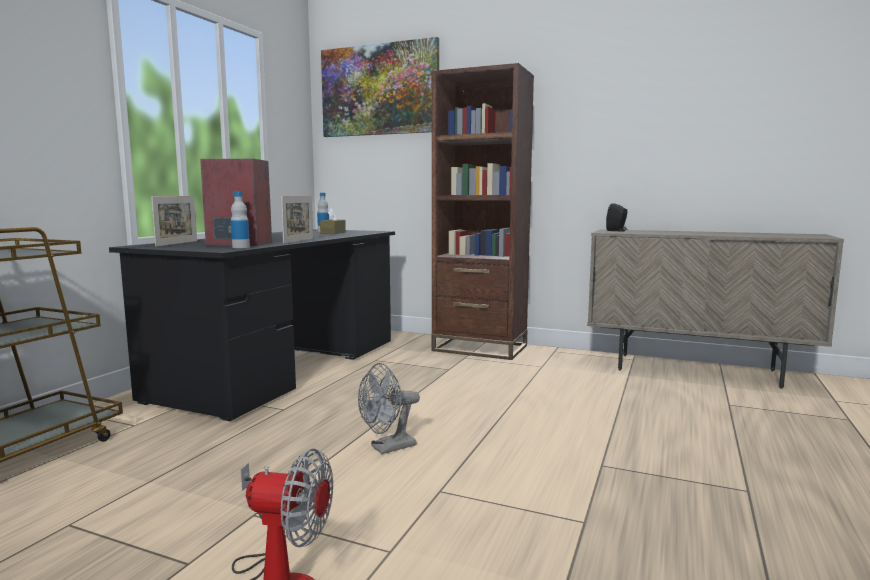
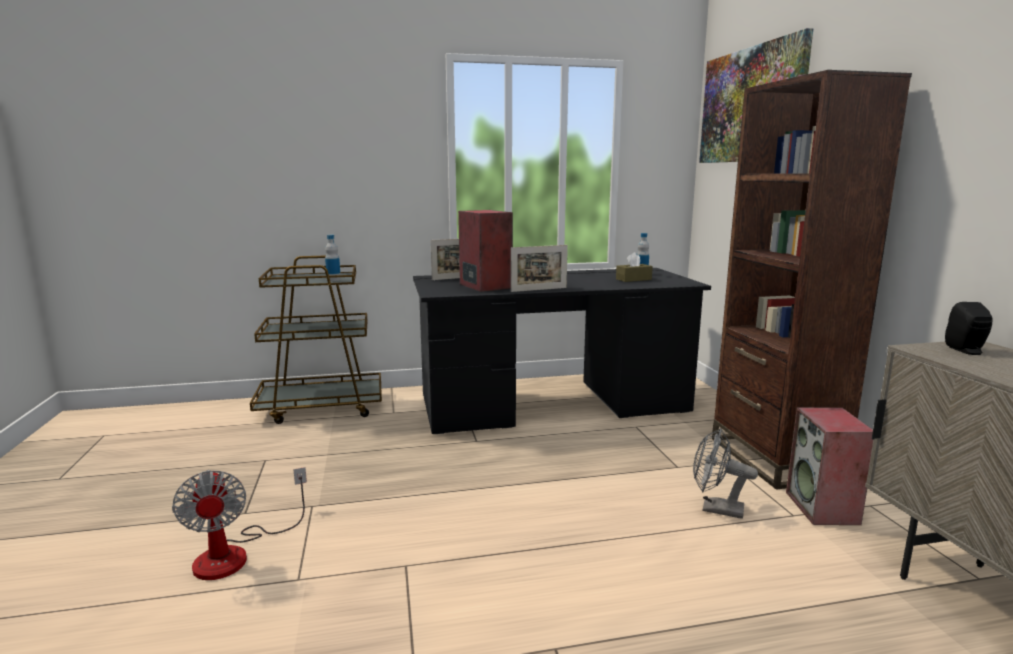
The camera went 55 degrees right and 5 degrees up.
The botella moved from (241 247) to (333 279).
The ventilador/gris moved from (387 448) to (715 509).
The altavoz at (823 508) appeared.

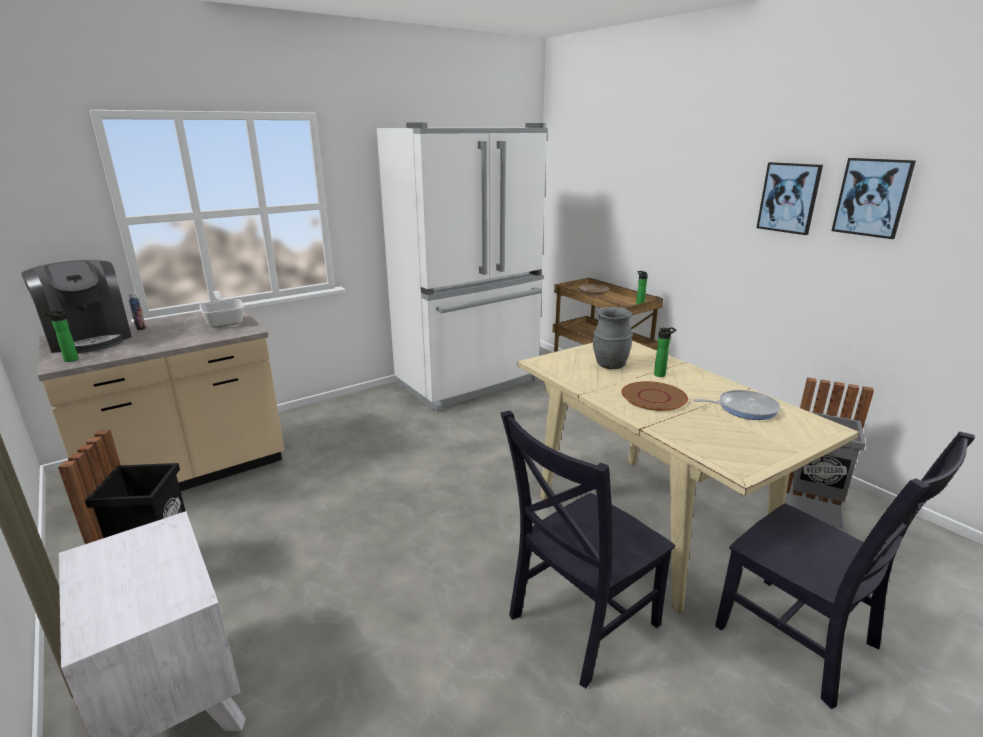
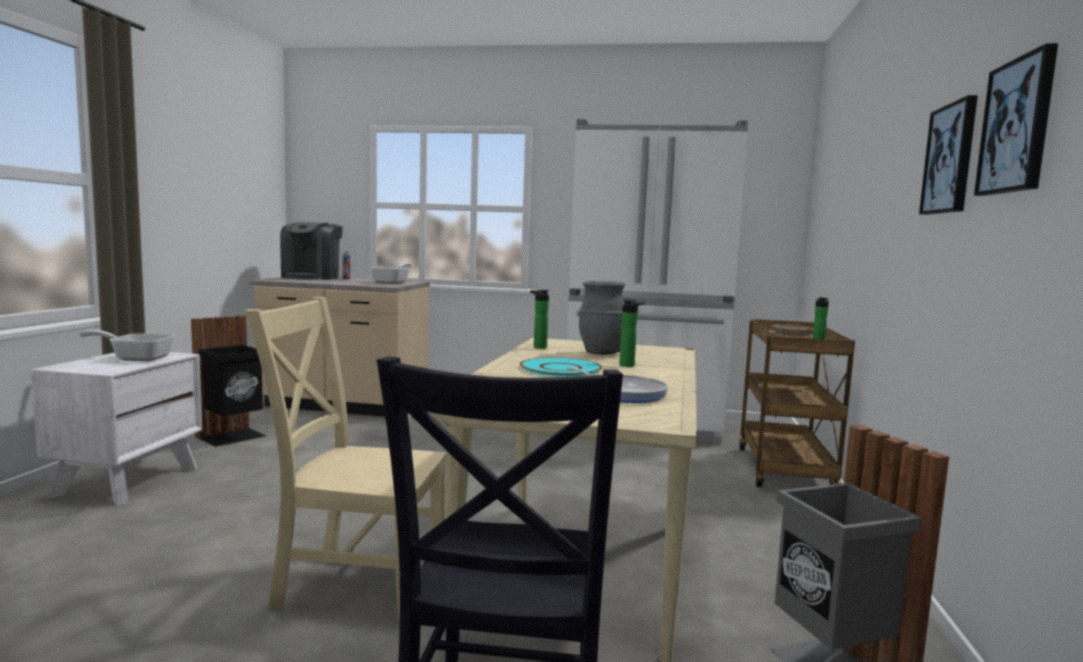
The camera went 45 degrees right and 15 degrees down.
The sartén at (136 358) appeared.
The silla/negro at (579 623) became the silla/beis at (355 580).
The plato/marrón at (653 397) became the plato/turquesa at (561 369).
The botella moved from (69 360) to (538 347).

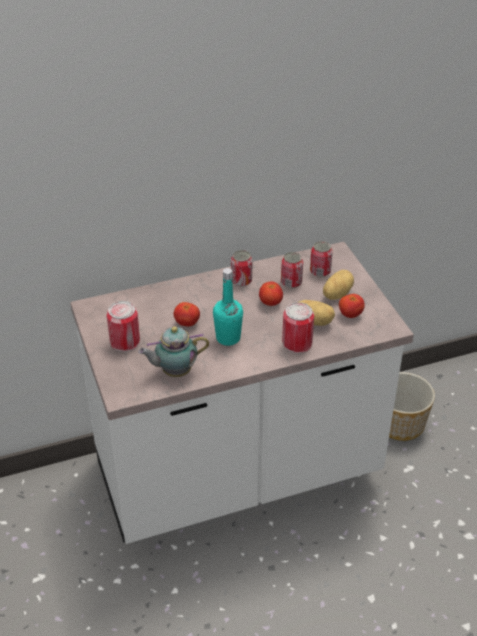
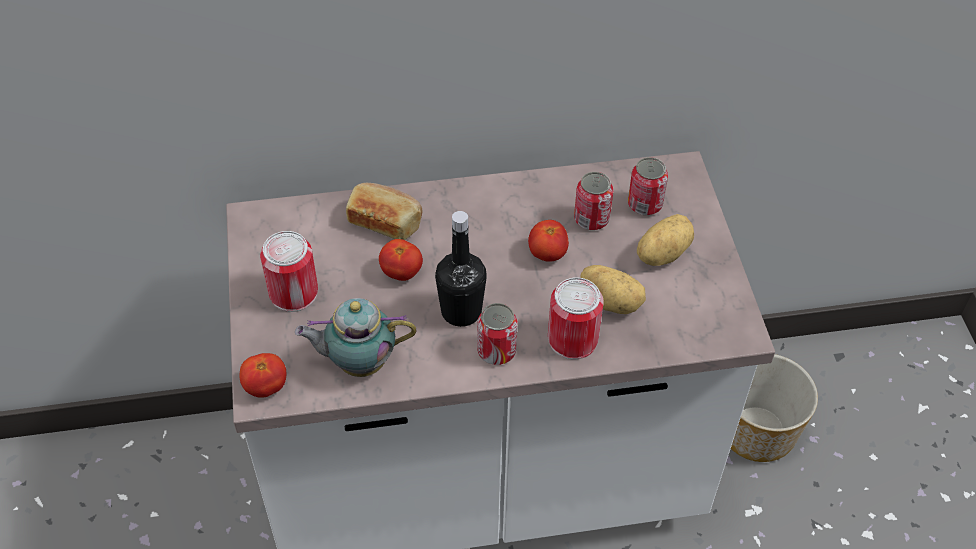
The camera went 10 degrees right and 10 degrees up.
The tomate moved from (350 314) to (266 387).
The pan at (385 221) appeared.
The botella/turquesa at (228 338) became the botella/negro at (461 311).
The lata moved from (241 280) to (496 351).

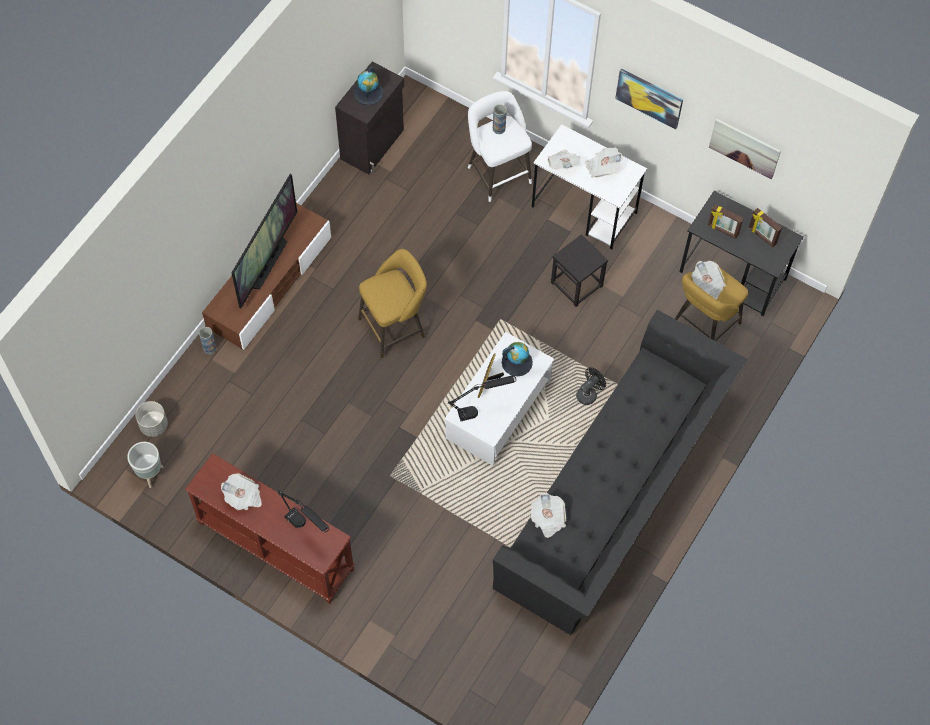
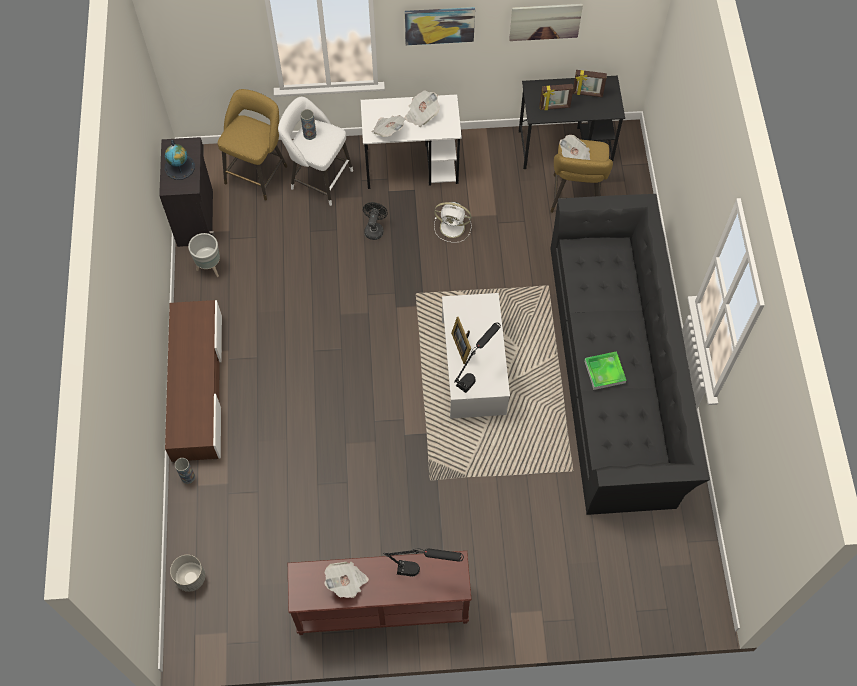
The camera went 35 degrees left and 0 degrees up.
The maceta/gris moved from (150 474) to (210 268).
The taburete/amarillo moved from (395 326) to (258 172).
The ventilador/negro moved from (589 393) to (374 229).
The taburete/negro at (577 284) was replaced by the ventilador/blanco at (453 227).
The bandeja at (604 372) appeared.
The televisor at (267 263) disappeared.
The globo terráqueo at (517 362) disappeared.
The periódico at (548 519) disappeared.

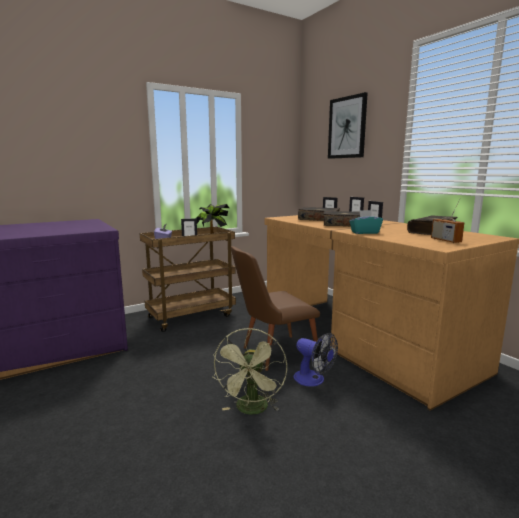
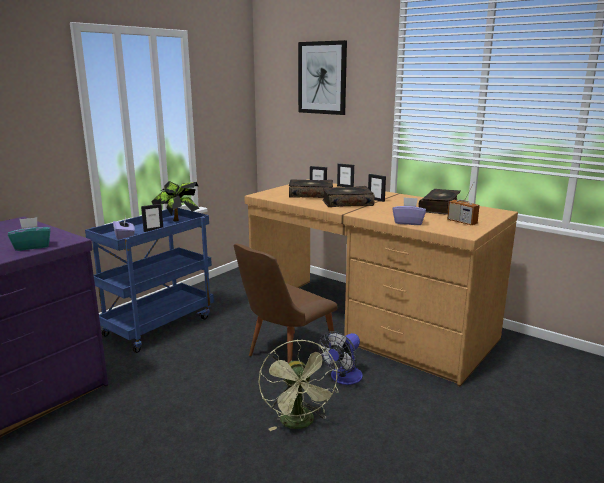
The camera went 20 degrees left and 5 degrees up.
The caja de pañuelos/turquesa moved from (364 232) to (32 246).
The carrito/marrón at (191 316) became the carrito/azul at (159 325).
The ventilador at (313 380) turned 105 degrees clockwise.
The caja de pañuelos/morado at (408 222) appeared.

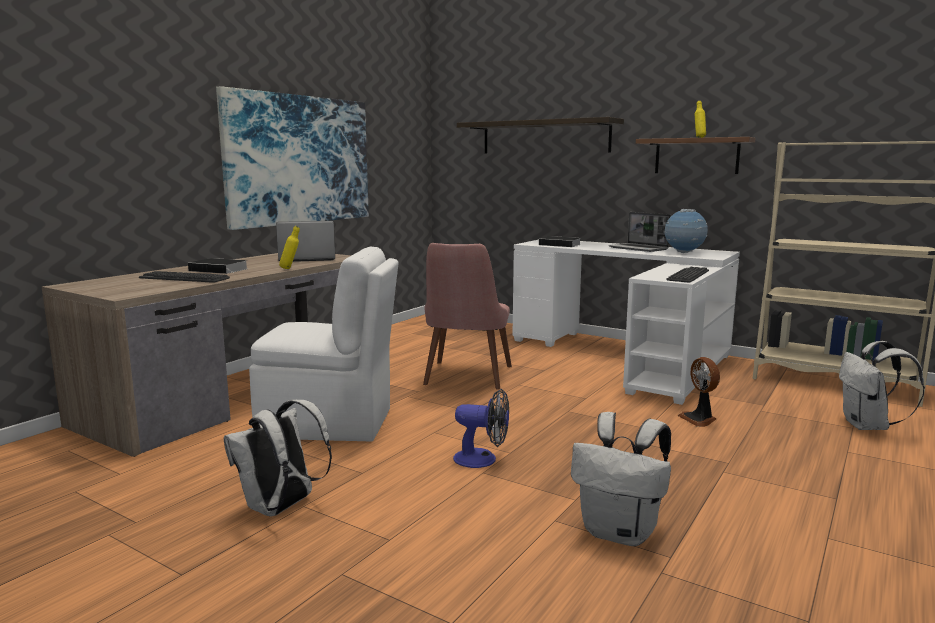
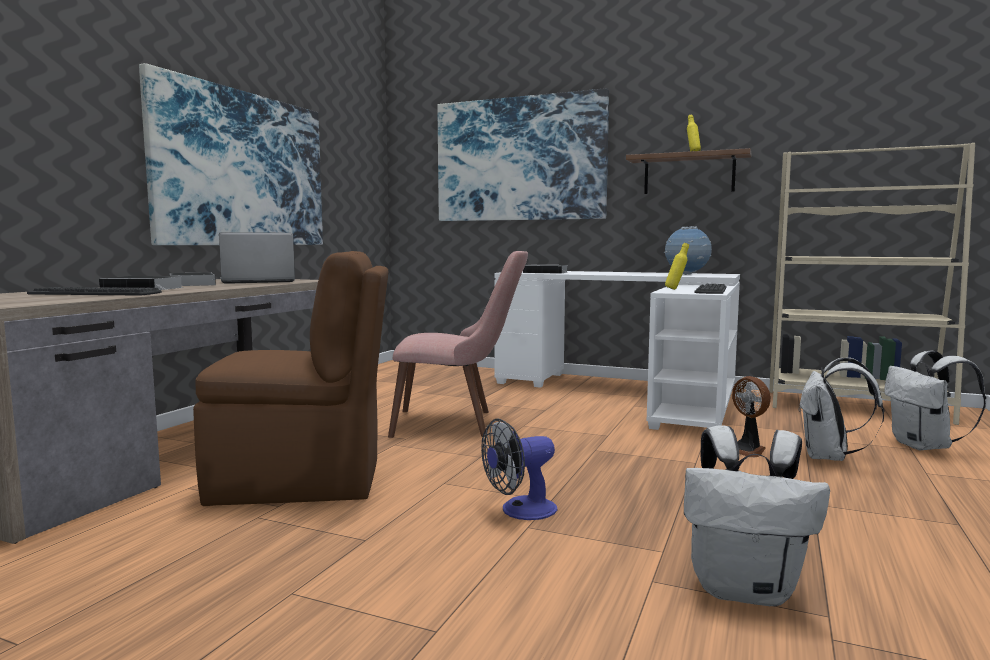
The camera went 10 degrees left and 5 degrees down.
The libro at (191 284) appeared.
The silla/blanco at (330 423) became the silla/marrón at (302 481).
The silla/rosa at (466 379) turned 90 degrees counterclockwise.
The estante at (544 137) was replaced by the cuadro at (520 159).
The ventilador at (483 459) turned 150 degrees clockwise.
The botella/amarillo moved from (290 269) to (676 289).
The mochila/blanco moved from (281 508) to (829 457).
The portátil at (639 248) disappeared.

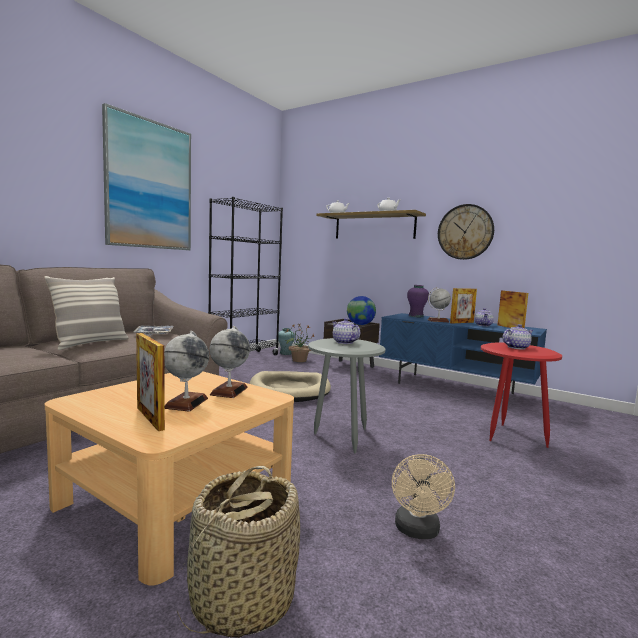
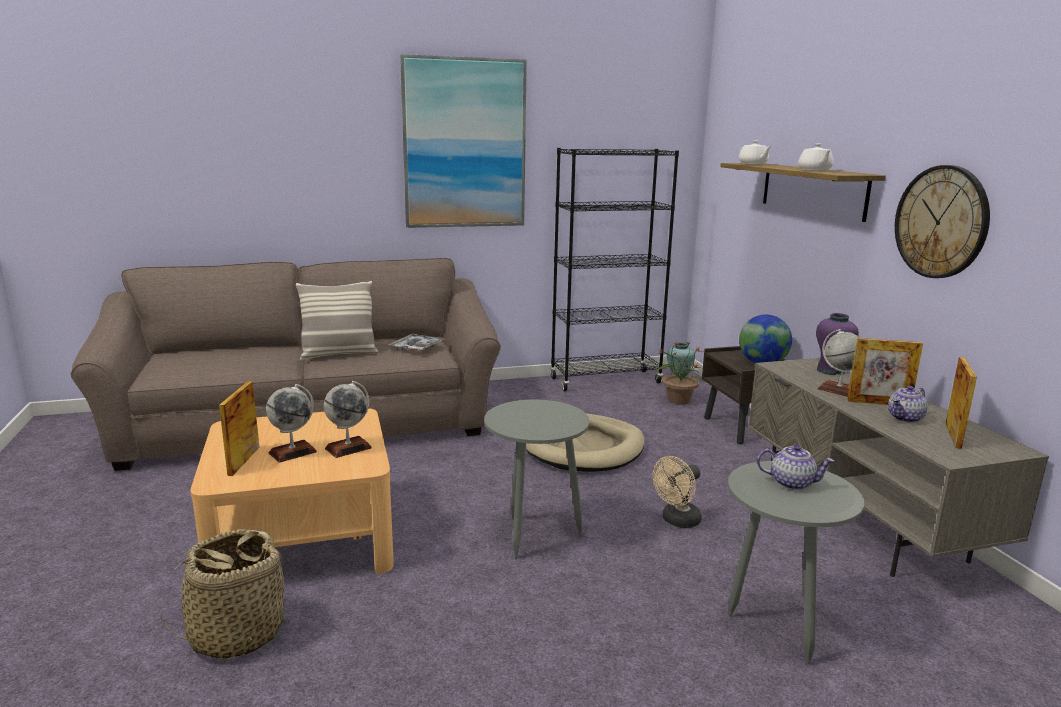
The camera went 40 degrees right and 10 degrees up.
The ventilador/beis moved from (417 531) to (677 521).
The mesa auxiliar/rojo at (510 437) became the mesa auxiliar/gris at (775 625).
The mueble de televisión/azul at (455 388) became the mueble de televisión/gris at (861 517).
The tetera at (344 342) disappeared.

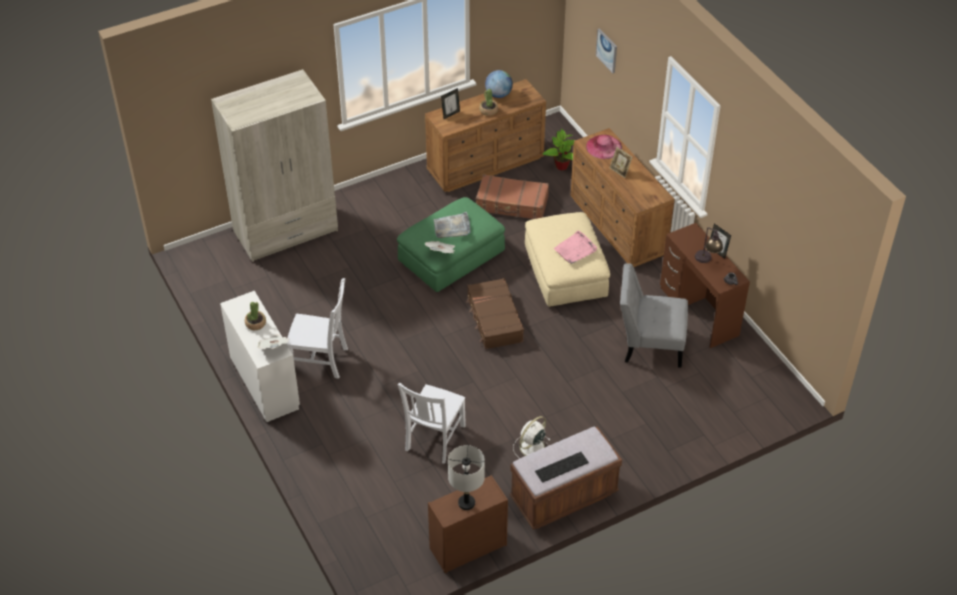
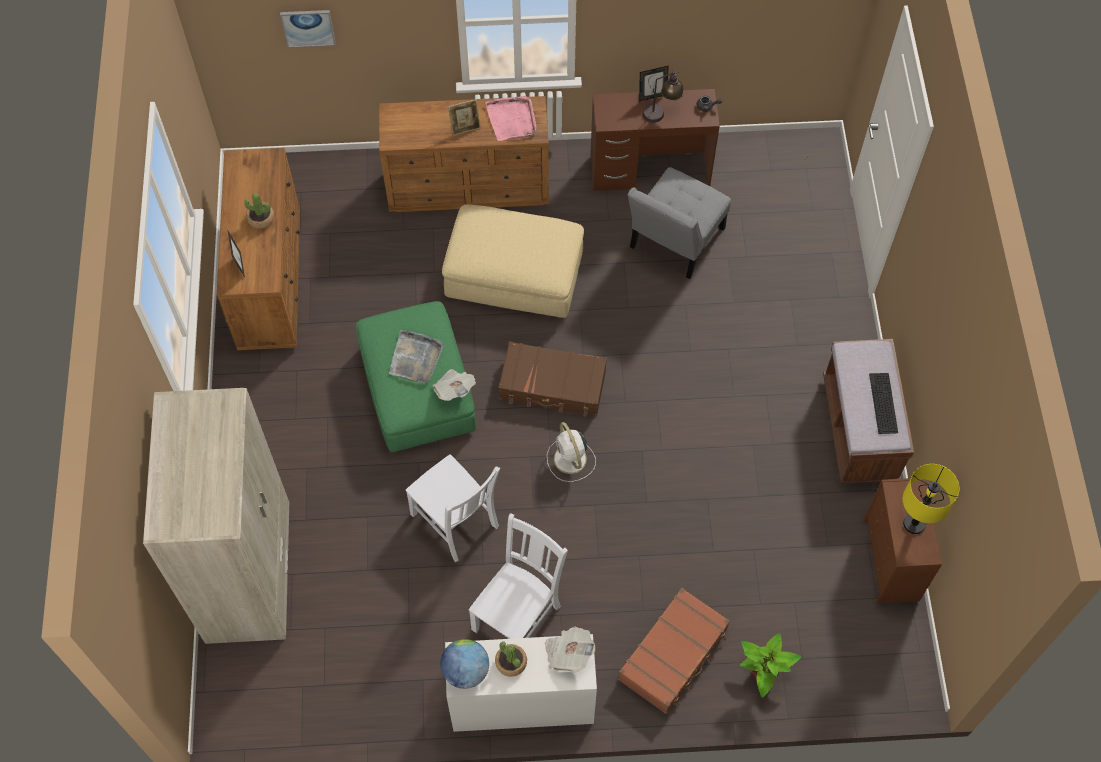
The camera went 65 degrees left and 15 degrees up.
The silla/blanco moved from (434 439) to (456 522).
The globo terráqueo moved from (498 94) to (465 671).
The bandeja/rosa moved from (575 249) to (512 119).
The ventilador/blanco moved from (531 448) to (570 460).
The maleta/marrón moved from (512 204) to (674 655).
The planta en maceta moved from (561 166) to (762 674).
The lámpara de mesa/gris at (466 503) became the lámpara de mesa/amarillo at (914 523).
The sombrero/rosa at (603 147) disappeared.

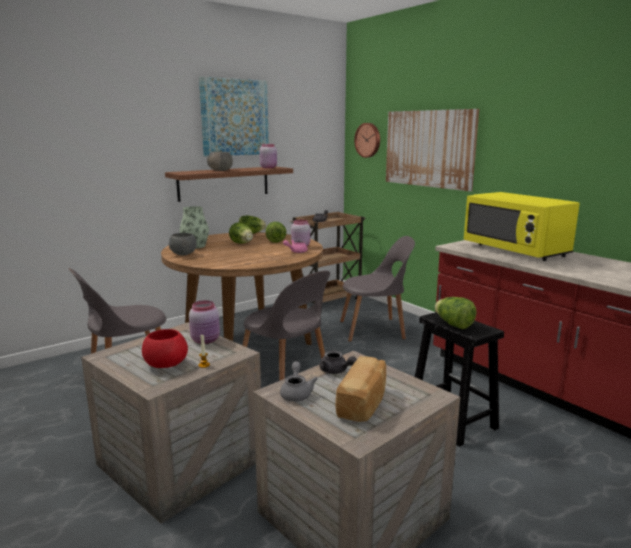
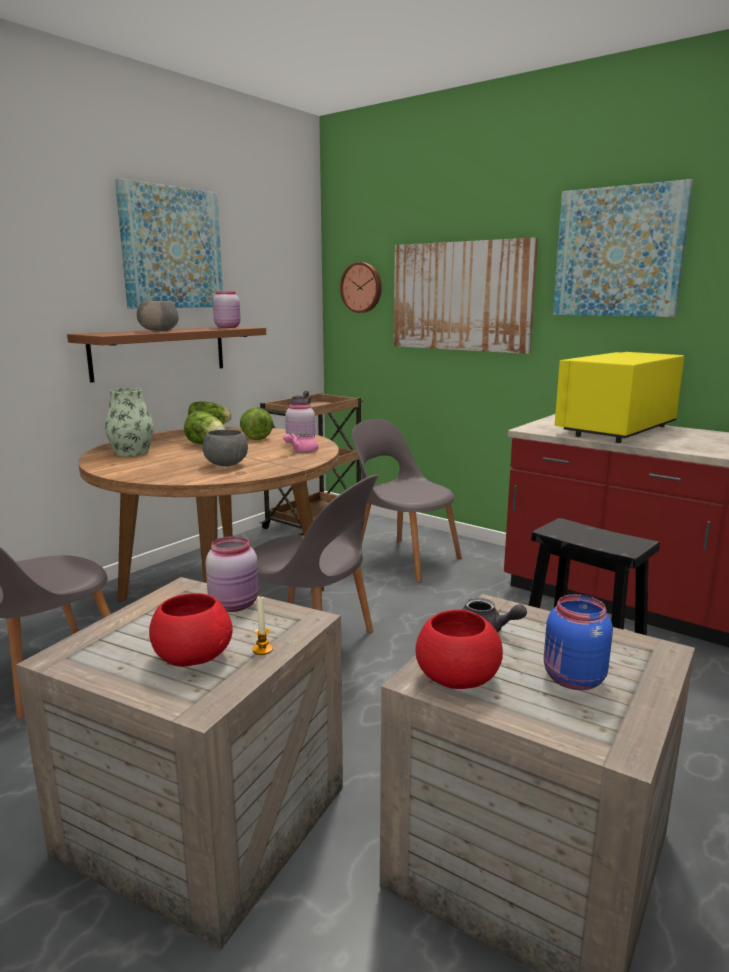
The camera went 15 degrees left and 0 degrees up.
The cuenco/gris moved from (183 254) to (226 465).
The silla/gris at (375 330) turned 120 degrees counterclockwise.
The tetera/gris at (296 393) was replaced by the cuenco/rojo at (455 678).
The pan at (364 403) was replaced by the tarro/azul at (572 680).
The cuadro at (618 252) appeared.
The microondas/amarillo at (515 250) turned 90 degrees clockwise.
The lechuga at (453 325) disappeared.

